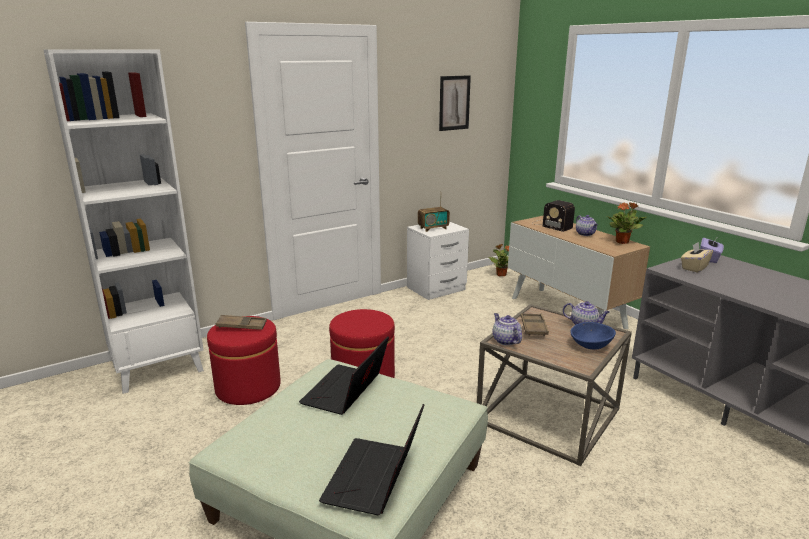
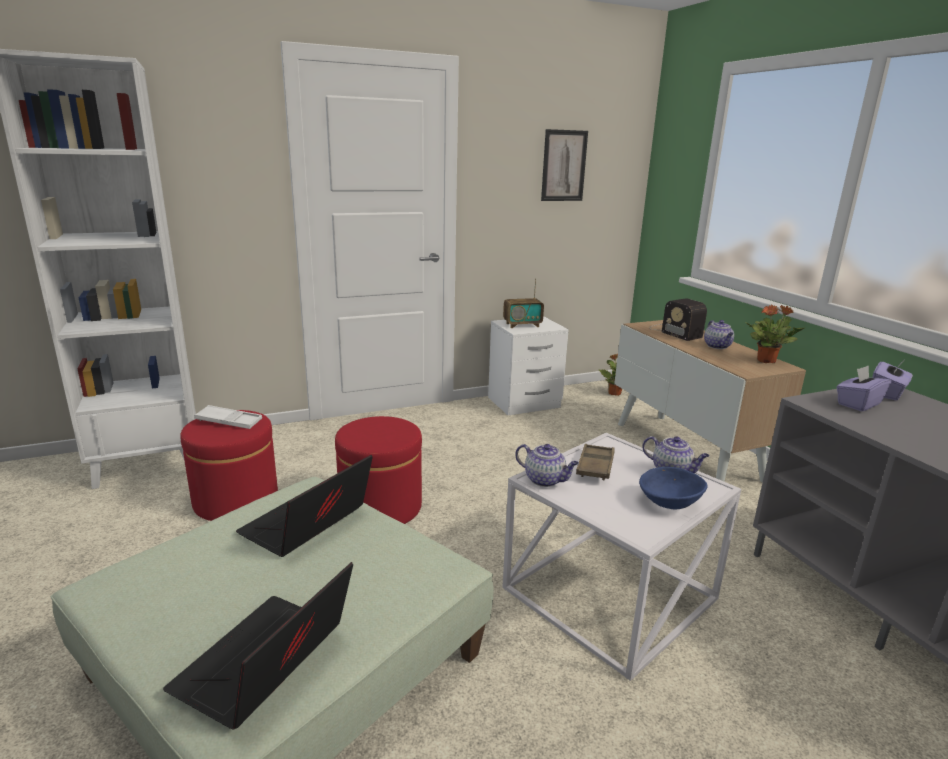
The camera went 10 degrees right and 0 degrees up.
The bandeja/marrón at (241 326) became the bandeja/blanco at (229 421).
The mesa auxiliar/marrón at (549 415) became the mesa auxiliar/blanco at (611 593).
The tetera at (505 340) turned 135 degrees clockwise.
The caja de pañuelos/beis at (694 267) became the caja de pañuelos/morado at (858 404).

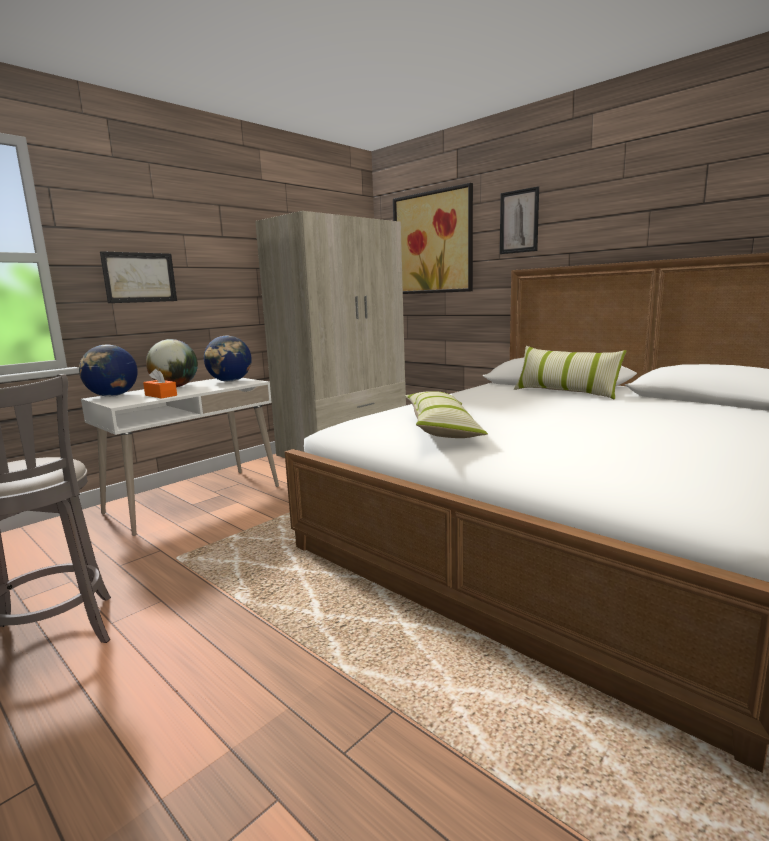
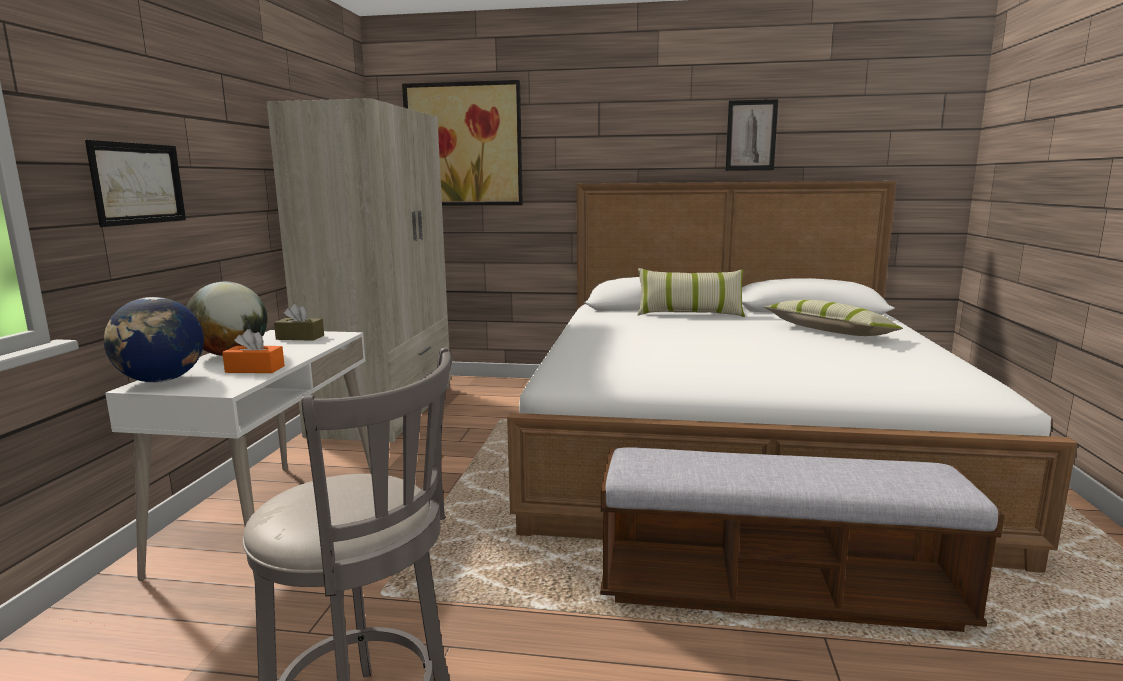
The camera went 35 degrees left and 0 degrees up.
The globo terráqueo at (230 381) was replaced by the caja de pañuelos/marrón at (300 337).
The banco at (776 592) appeared.
The cuadro moved from (519 221) to (751 135).
The cojín moved from (441 428) to (829 331).

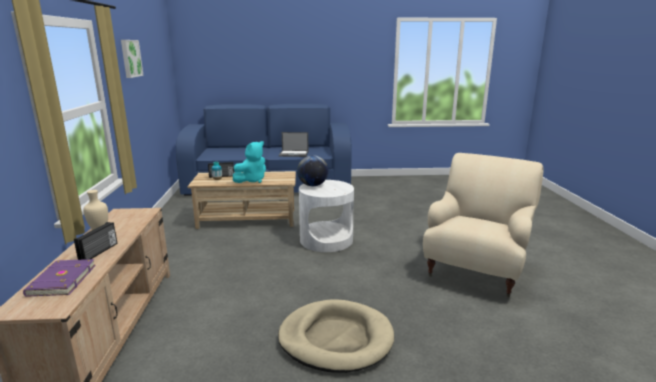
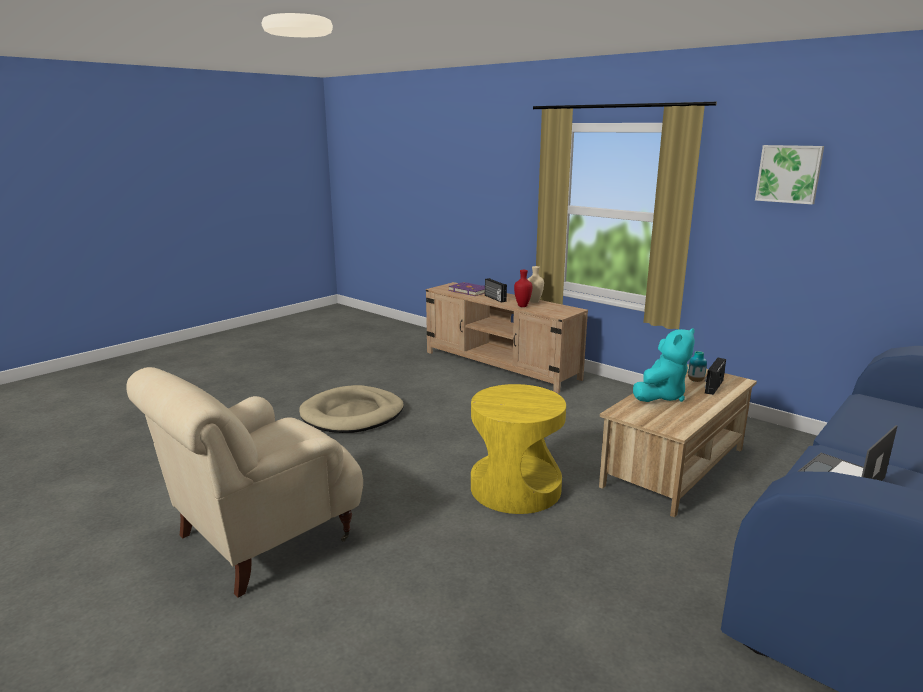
The camera went 135 degrees right and 0 degrees up.
The sillón/beis at (476 270) turned 60 degrees clockwise.
The mesa auxiliar/blanco at (326 240) became the mesa auxiliar/amarillo at (515 488).
The florero/rojo at (523 306) appeared.
The peluche/turquesa at (252 180) turned 135 degrees counterclockwise.
The globo terráqueo at (313 185) disappeared.

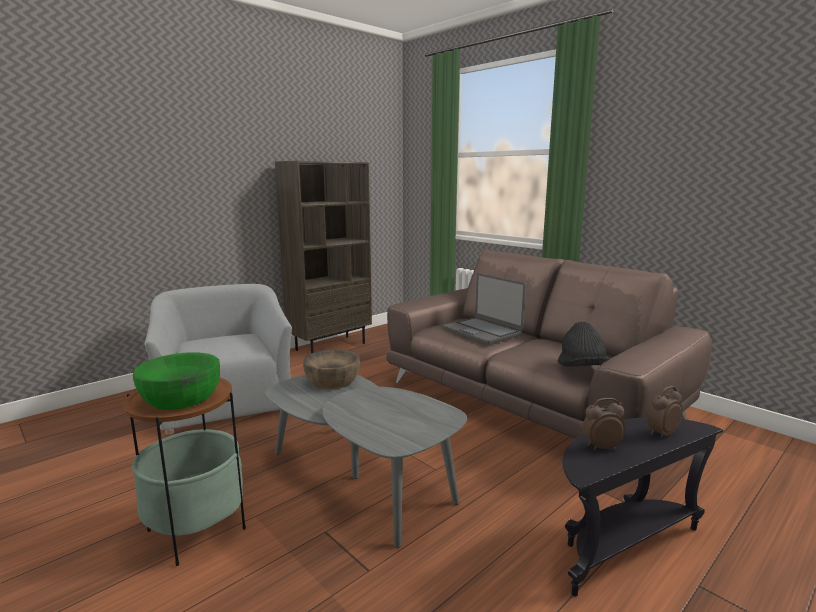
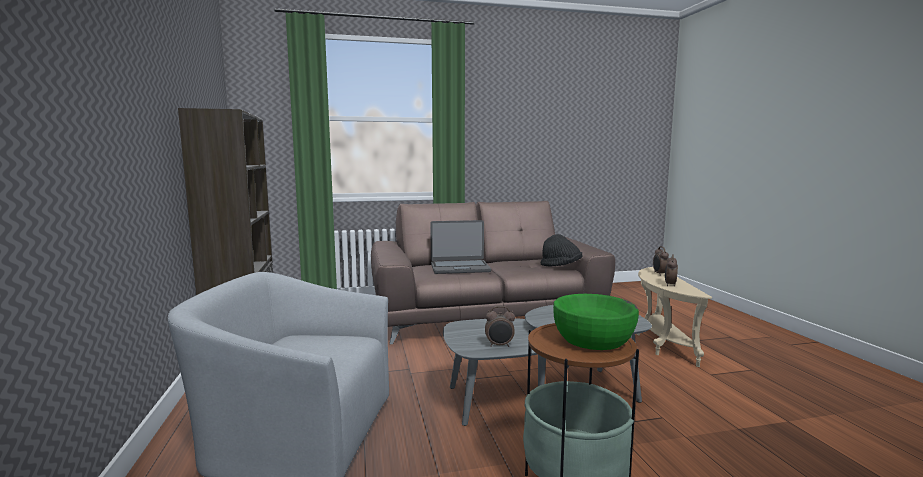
The camera went 60 degrees left and 5 degrees down.
The despertador at (499 345) appeared.
The mesa auxiliar/negro at (620 545) became the mesa auxiliar/beis at (661 344).
The cuenco/marrón at (332 381) disappeared.

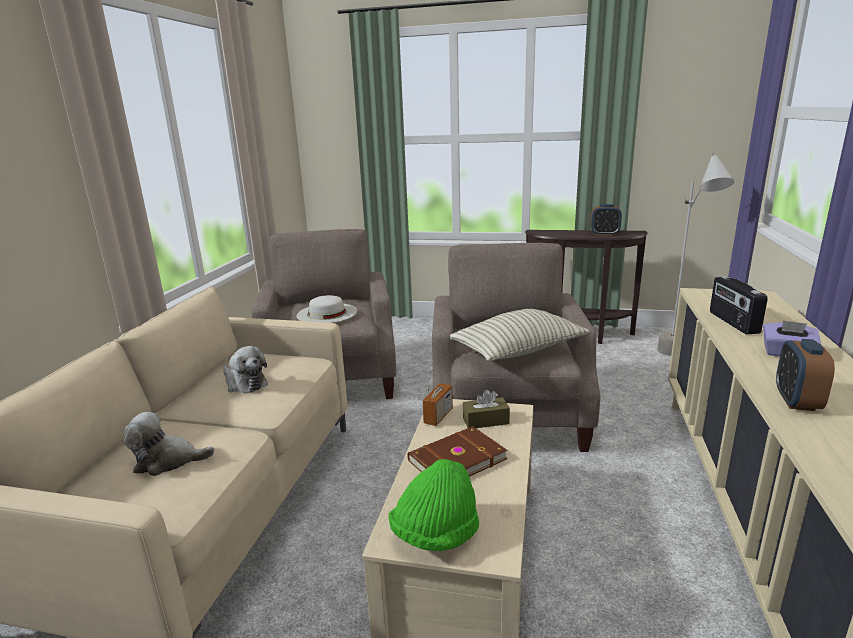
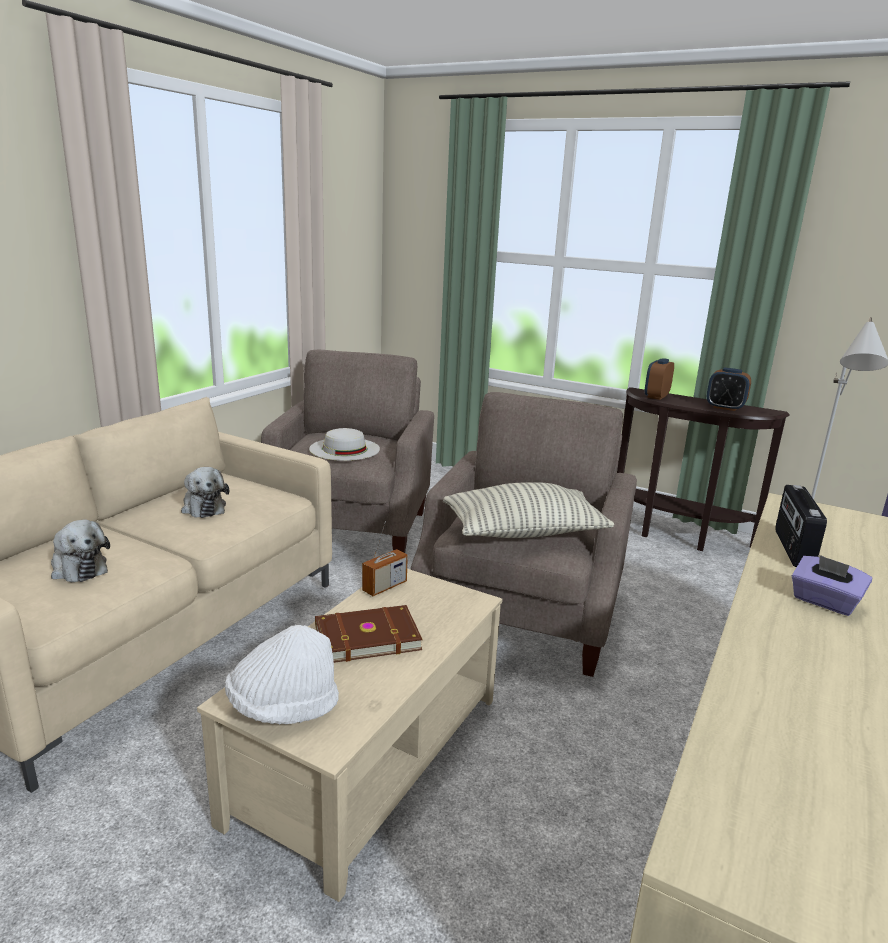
The camera went 15 degrees right and 0 degrees up.
The peluche at (168 461) turned 150 degrees counterclockwise.
The sombrero/verde at (435 534) became the sombrero/blanco at (283 707).
The despertador moved from (796 401) to (656 396).
The caja de pañuelos/marrón at (485 421) disappeared.

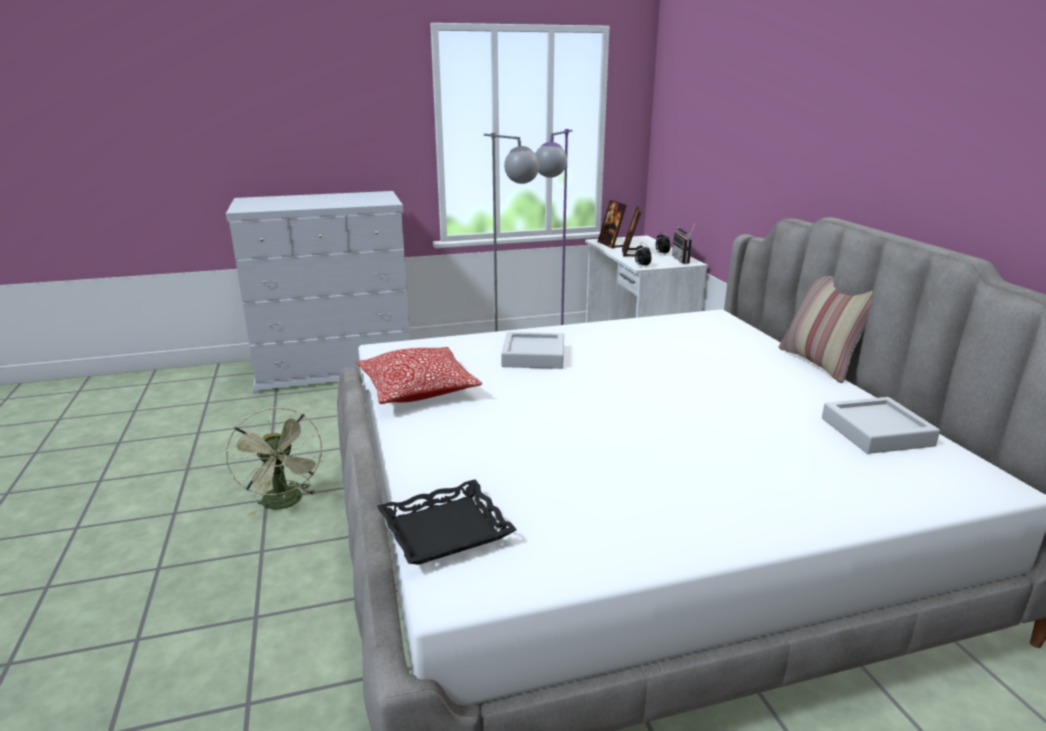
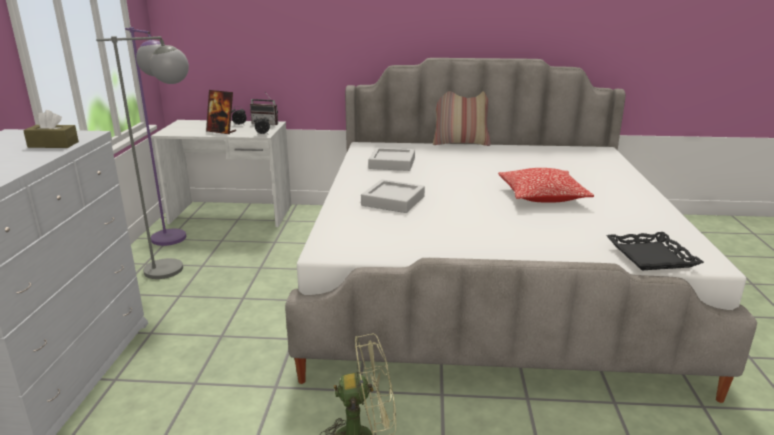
The camera went 70 degrees left and 0 degrees up.
The caja de pañuelos/marrón at (53 144) appeared.
The bandeja/gris moved from (876 432) to (392 163).
The cojín moved from (418 390) to (542 196).
The portarretratos at (611 244) disappeared.

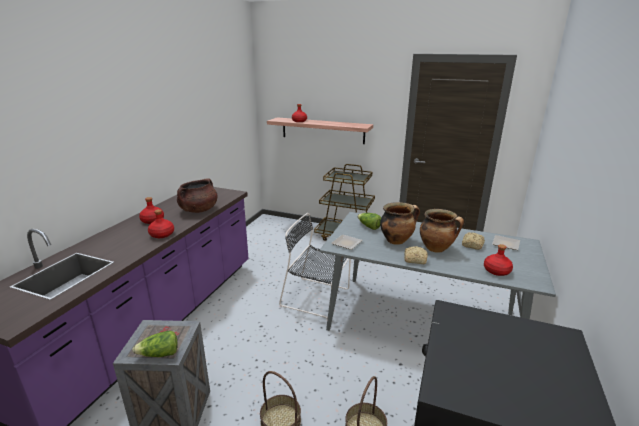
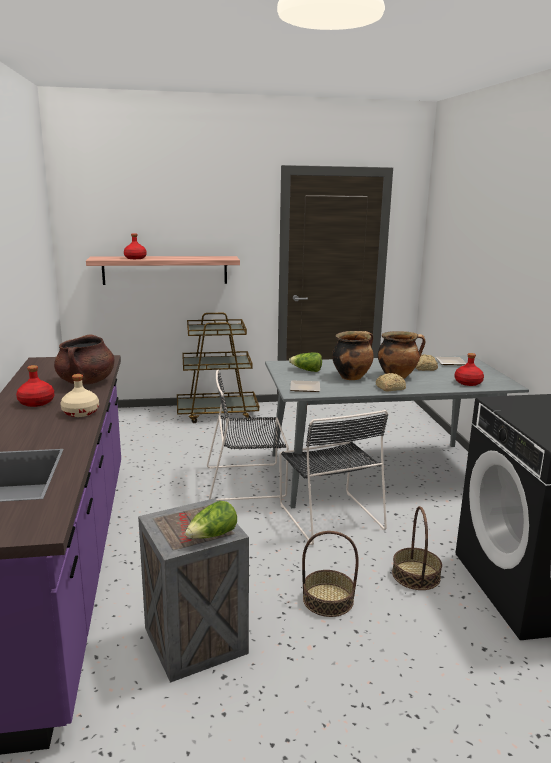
The camera went 30 degrees left and 5 degrees down.
The botella/rojo at (162 234) became the botella/beis at (81 412).
The silla/negro at (329 515) appeared.

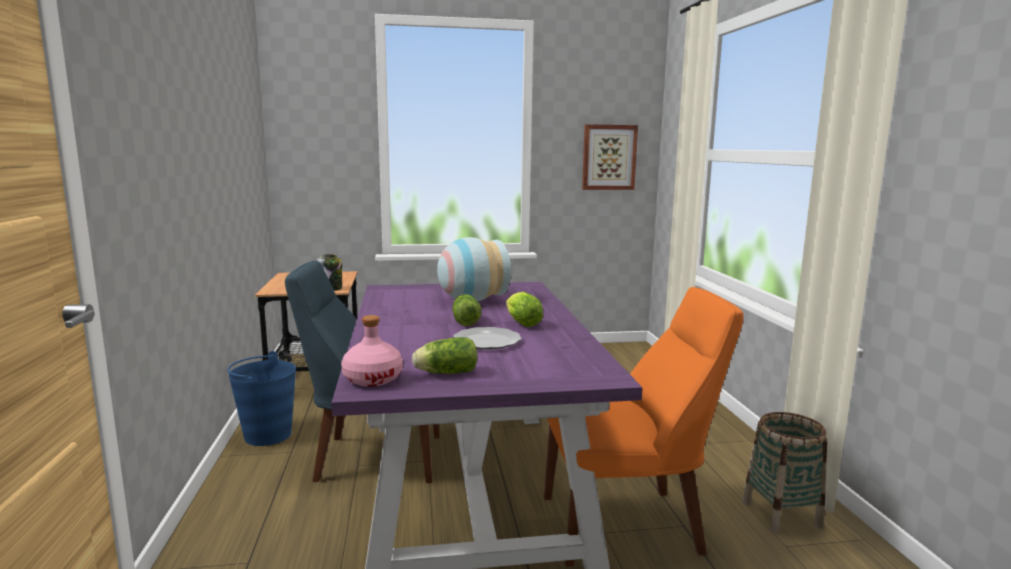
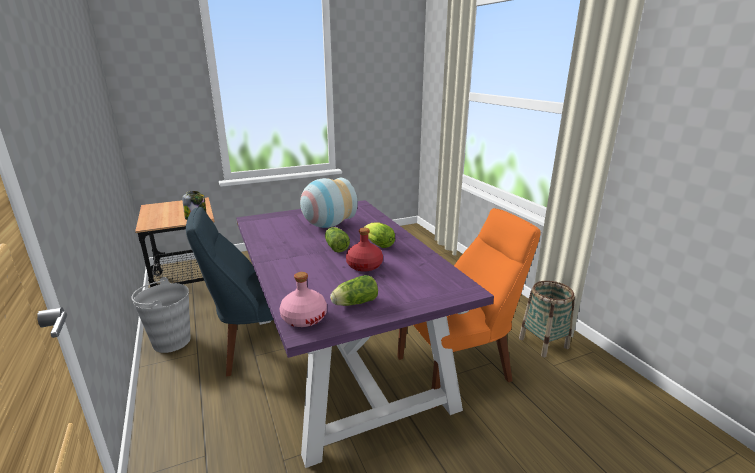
The camera went 15 degrees left and 10 degrees up.
The cubo/azul at (267 435) became the cubo/gris at (171 341).
The plato at (487 341) was replaced by the botella/rojo at (364 265).
The cuadro at (609 157) disappeared.

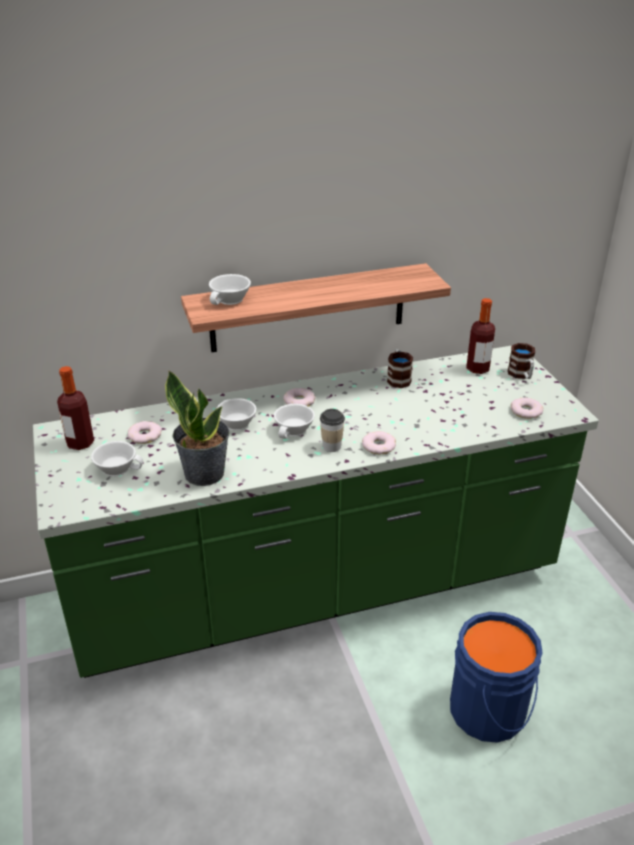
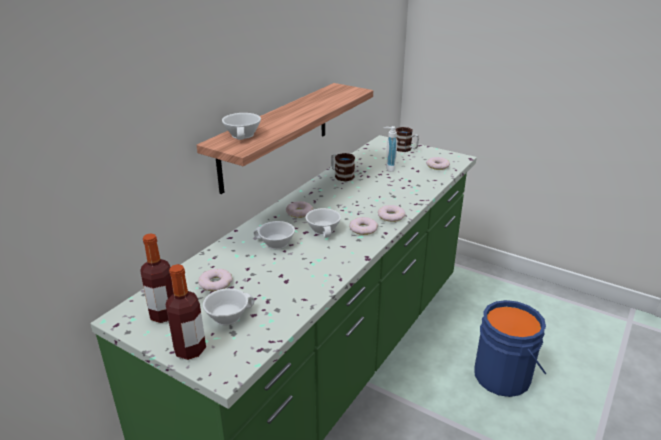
The camera went 40 degrees left and 5 degrees down.
The botella moved from (477 368) to (190 350).
The taza at (331 446) was replaced by the rosquilla at (363 229).
The dispensador de jabón at (388 168) appeared.
The planta en maceta at (204 473) disappeared.

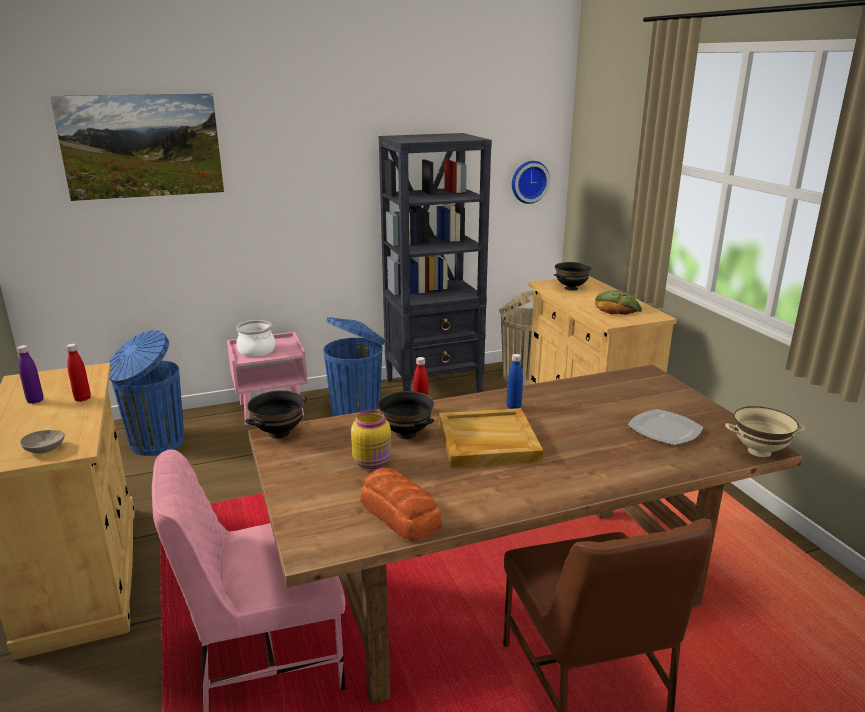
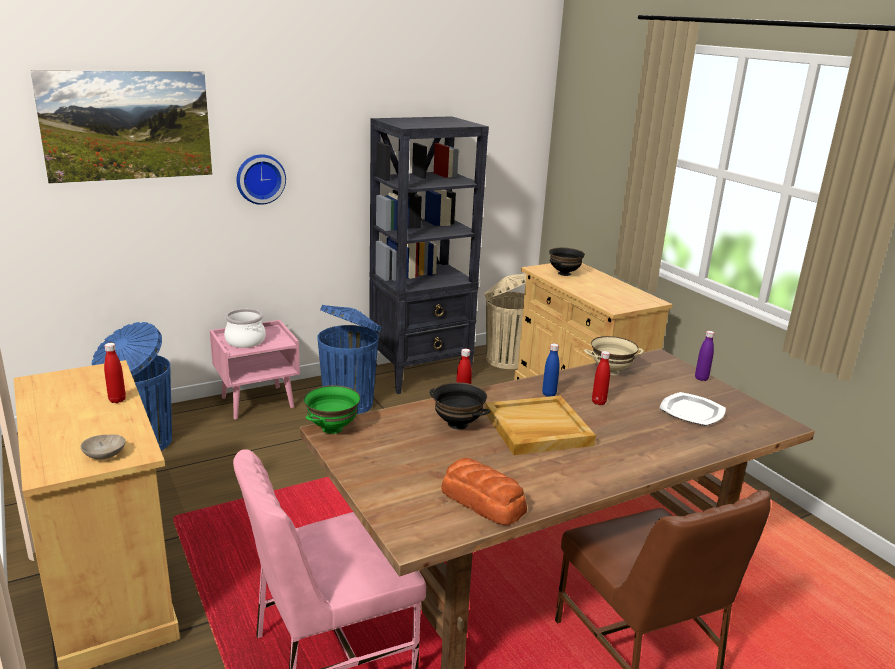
The camera went 10 degrees left and 0 degrees up.
The reloj de pared moved from (529 181) to (260 178).
The cuenco/negro at (279 433) became the cuenco/verde at (332 429).
The cuenco/beis moved from (759 452) to (610 371).
The botella/rojo at (598 402) appeared.
The botella/morado moved from (35 401) to (701 378).
The tarro/amarillo at (373 462) disappeared.
The pan at (617 308) disappeared.

